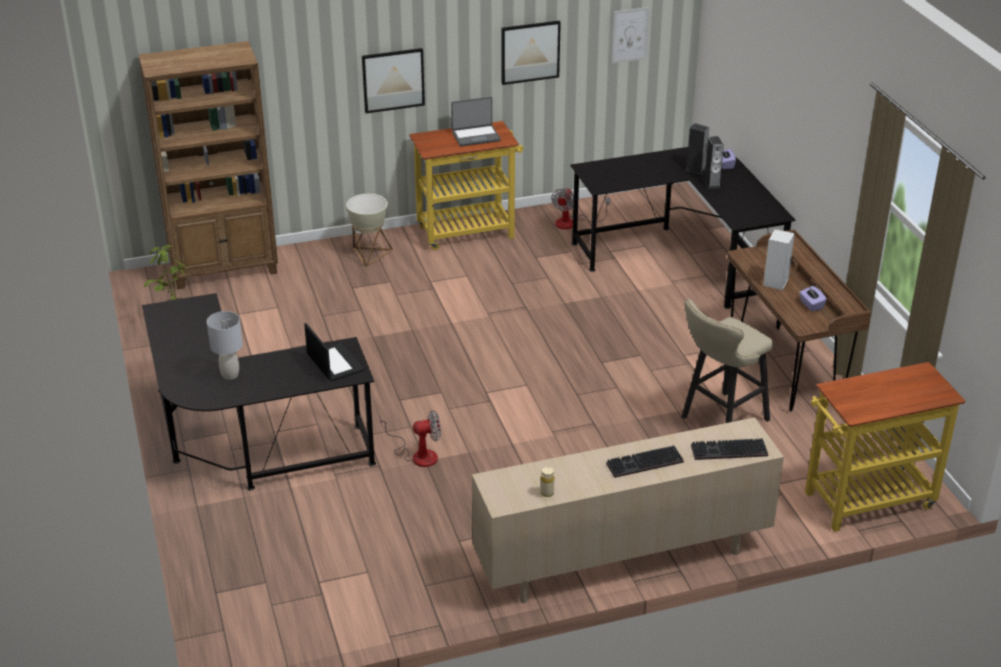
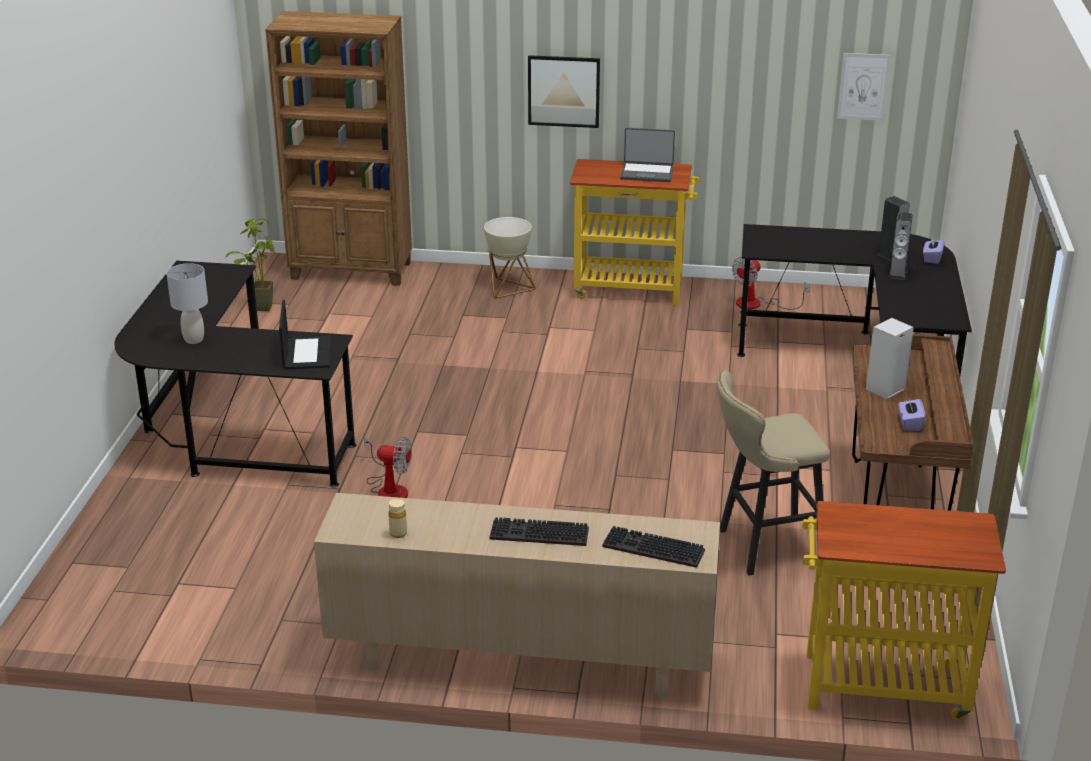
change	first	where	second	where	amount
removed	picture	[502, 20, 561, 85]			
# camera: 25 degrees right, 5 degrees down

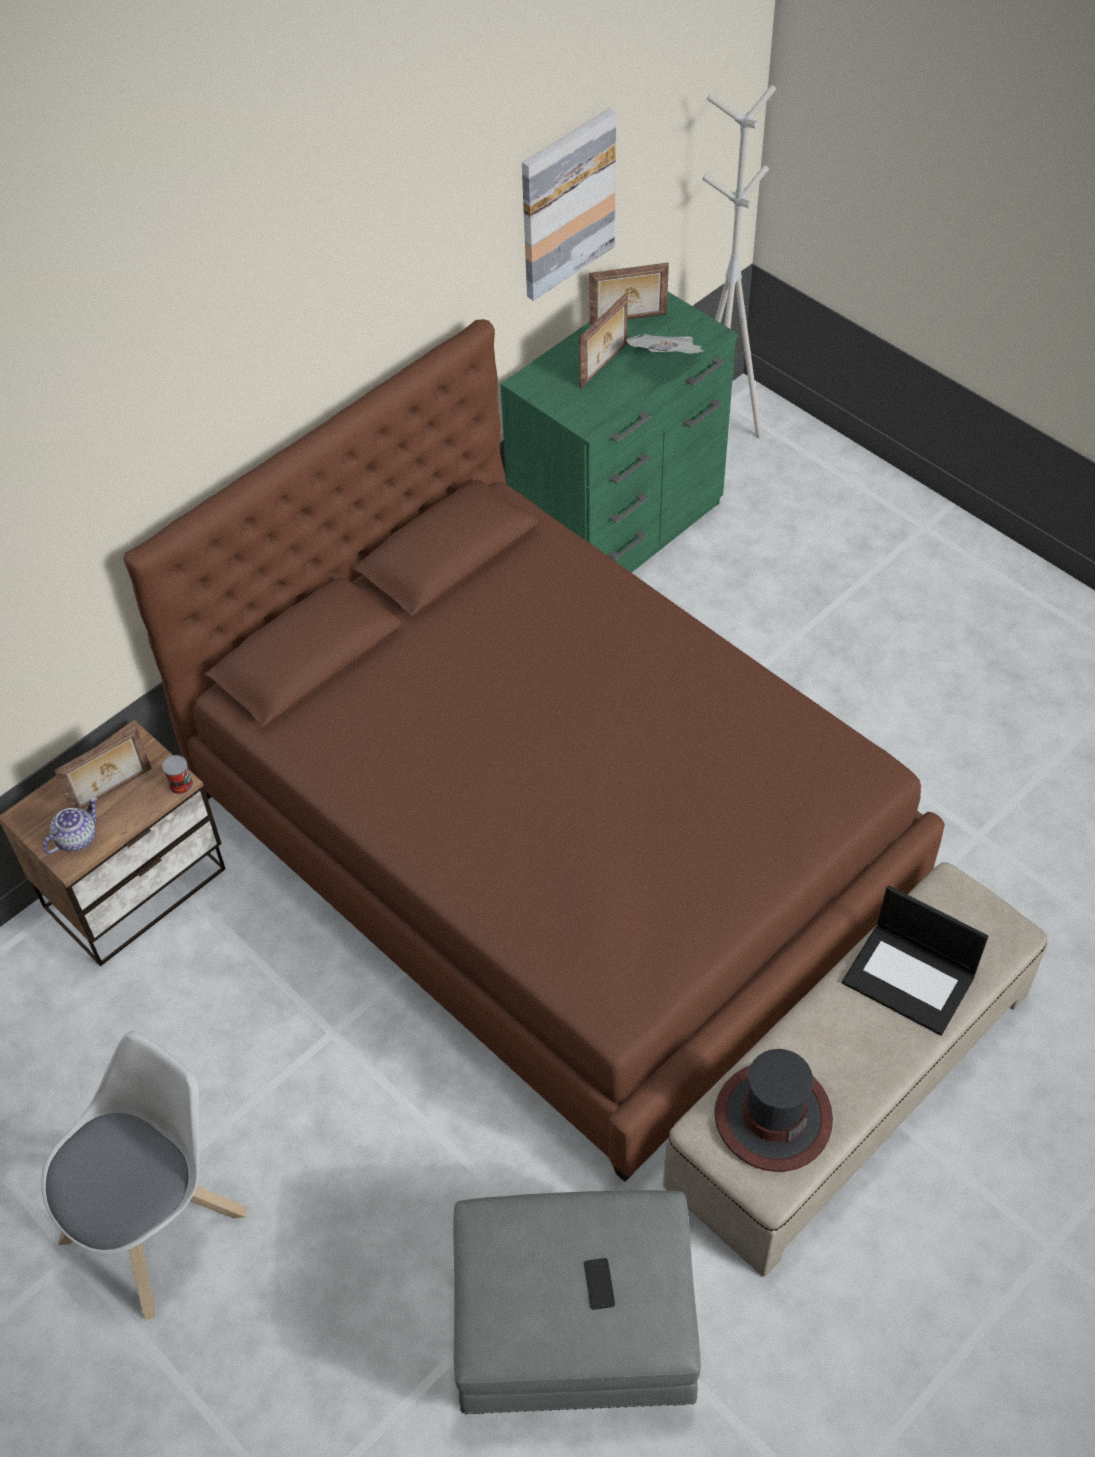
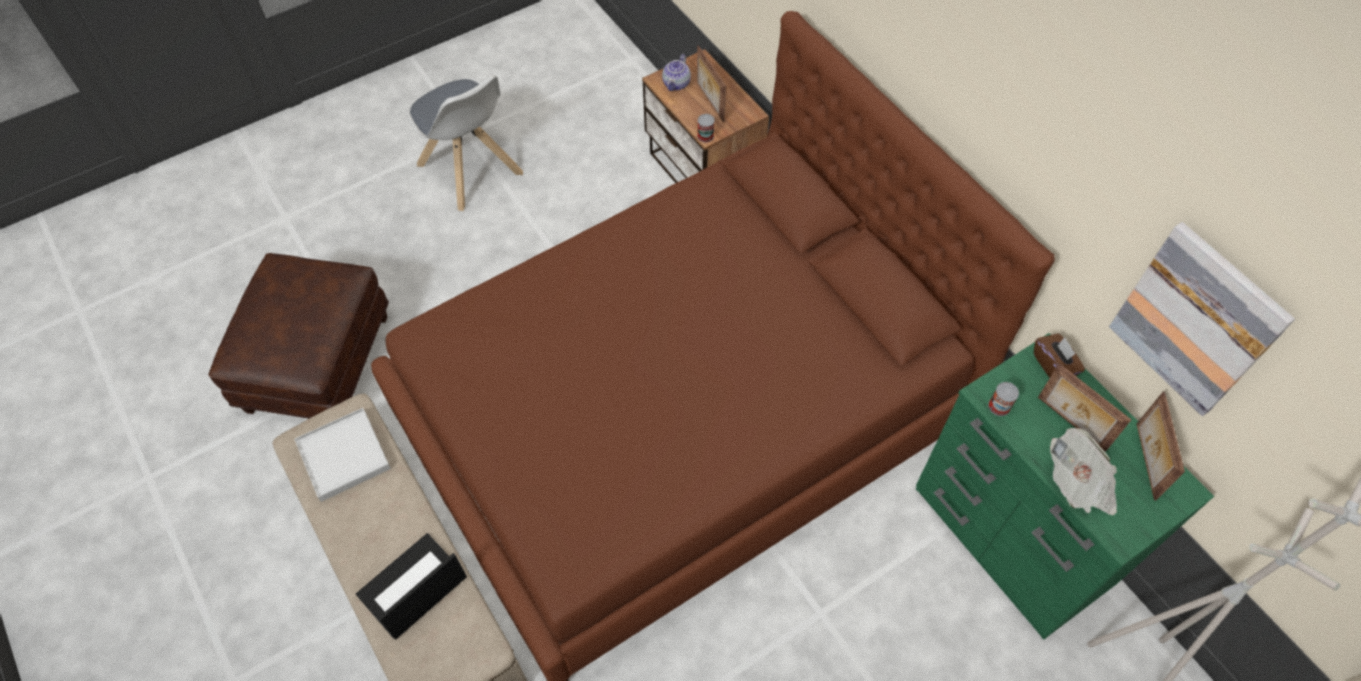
change	first	where	second	where	amount
recoloured	grey_footrest	[453, 1190, 701, 1415]	brown_footrest	[208, 253, 389, 419]	
replaced	wearable_hat	[714, 1049, 833, 1172]	white_carrying_tray	[294, 408, 391, 502]	
turned	tea_pot	[43, 797, 98, 854]		[662, 54, 691, 91]	60 degrees clockwise
added			metal_can	[988, 382, 1019, 416]	
added			brown_box_of_tissues	[1034, 333, 1085, 378]	
removed	phone	[584, 1258, 615, 1310]			
# camera: 100 degrees right, 5 degrees up

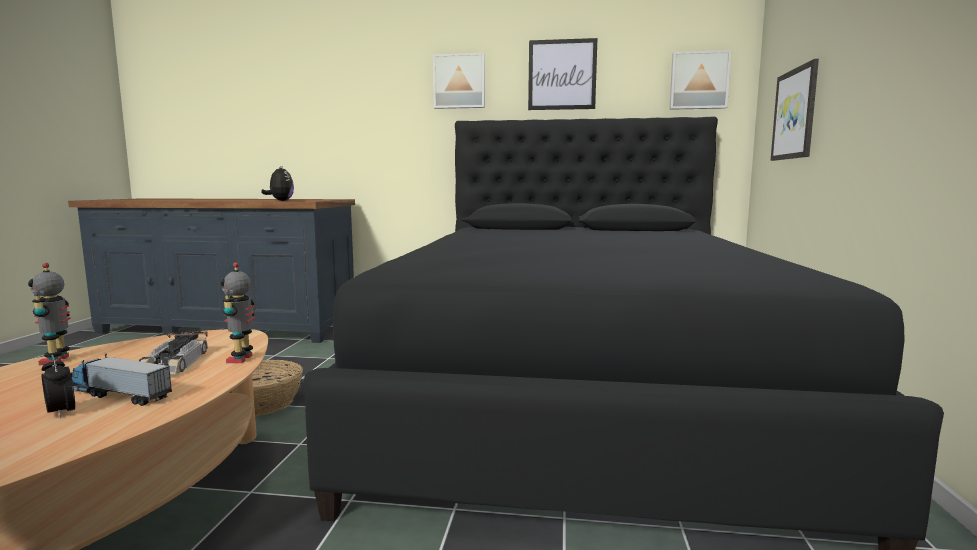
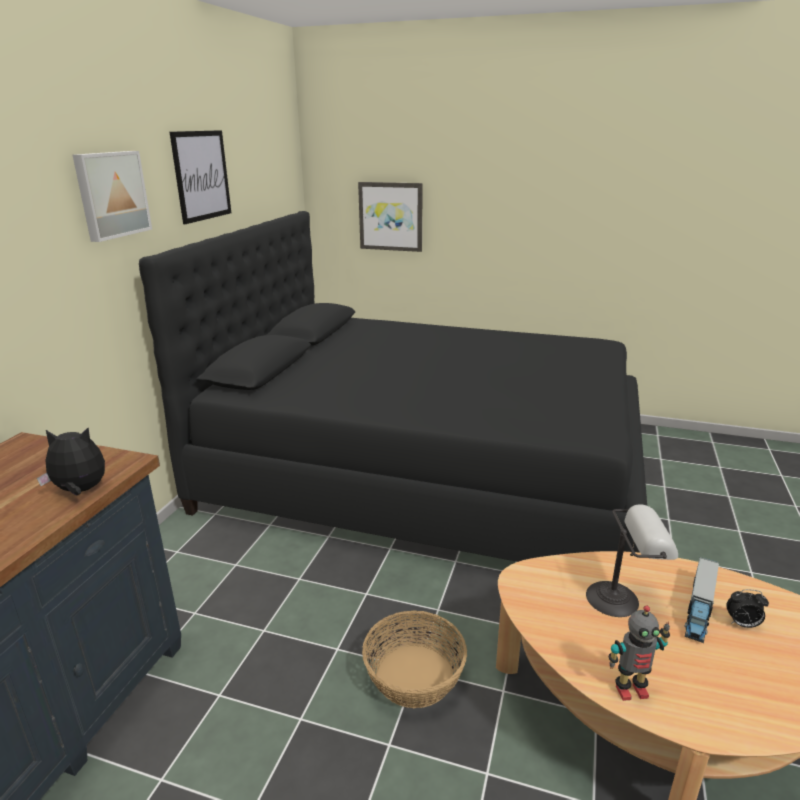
change	first	where	second	where	amount
replaced	model_car	[139, 331, 208, 375]	table_lamp	[586, 504, 678, 617]	
turned	alarm_clock	[41, 355, 75, 419]		[726, 589, 769, 628]	45 degrees clockwise
removed	model_robot	[220, 262, 255, 363]			
removed	picture	[669, 50, 731, 110]			
# camera: 80 degrees left, 15 degrees up

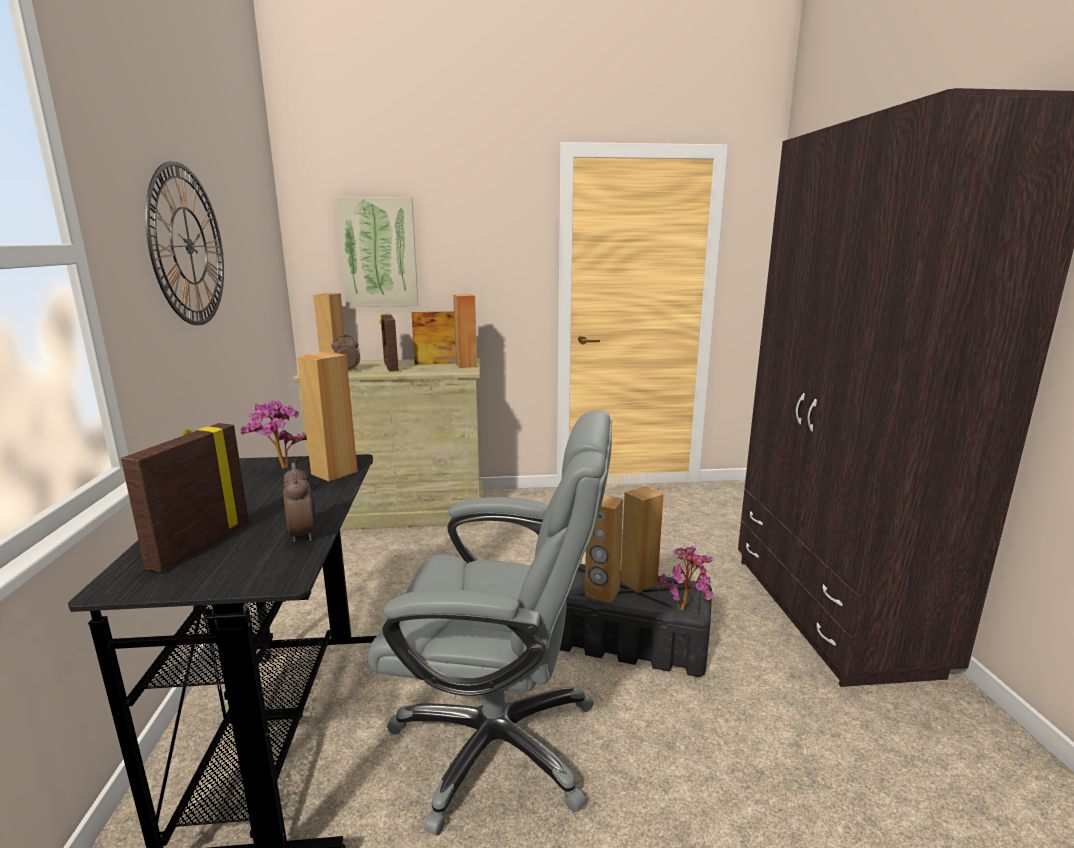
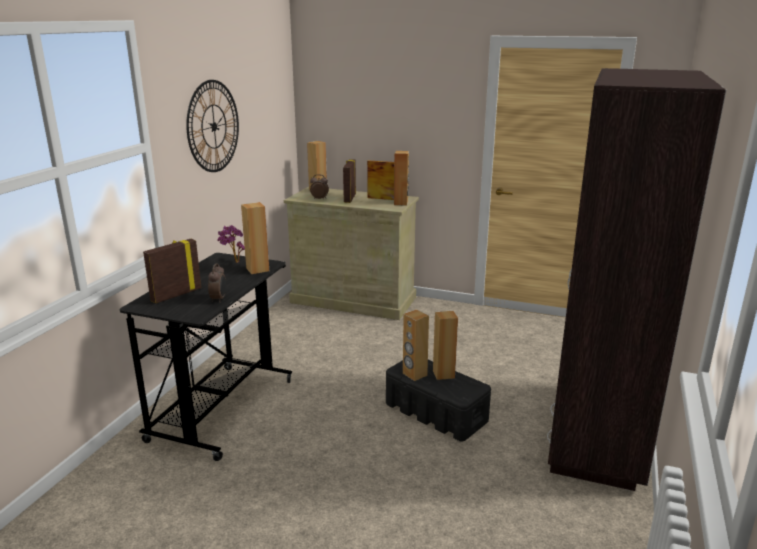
change	first	where	second	where	amount
removed	picture	[336, 197, 418, 307]			
removed	grey_desk_chair	[368, 410, 612, 835]			
removed	potted_plant	[658, 546, 714, 610]			
# camera: 25 degrees right, 5 degrees up

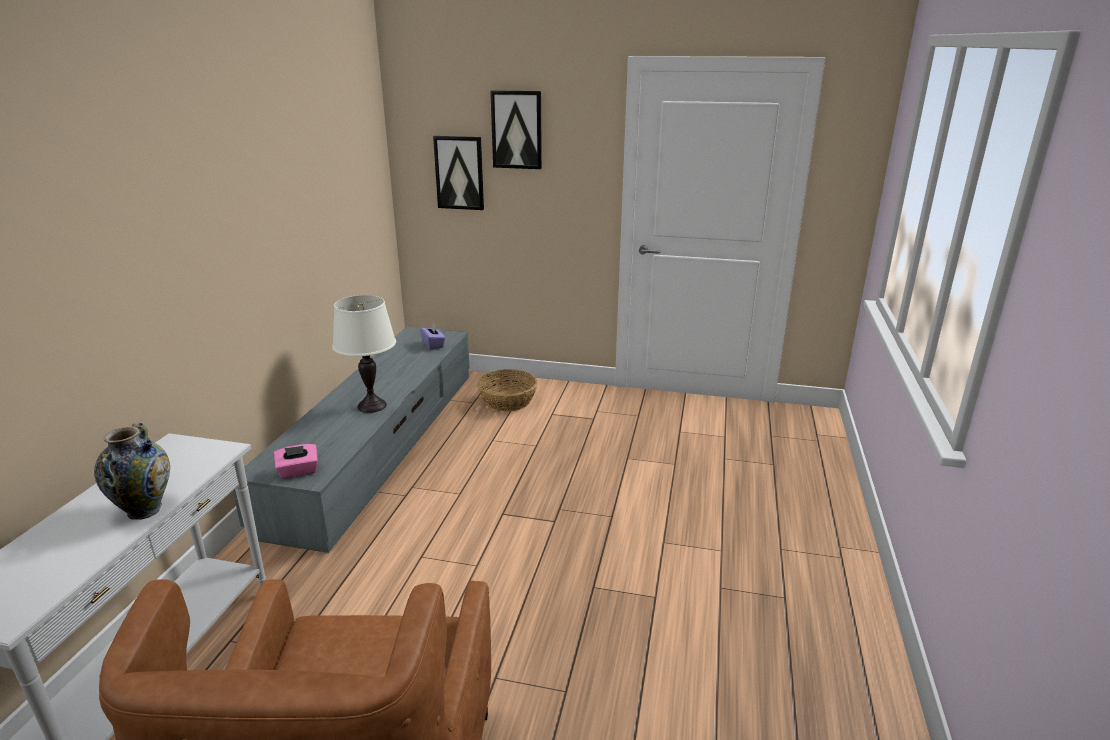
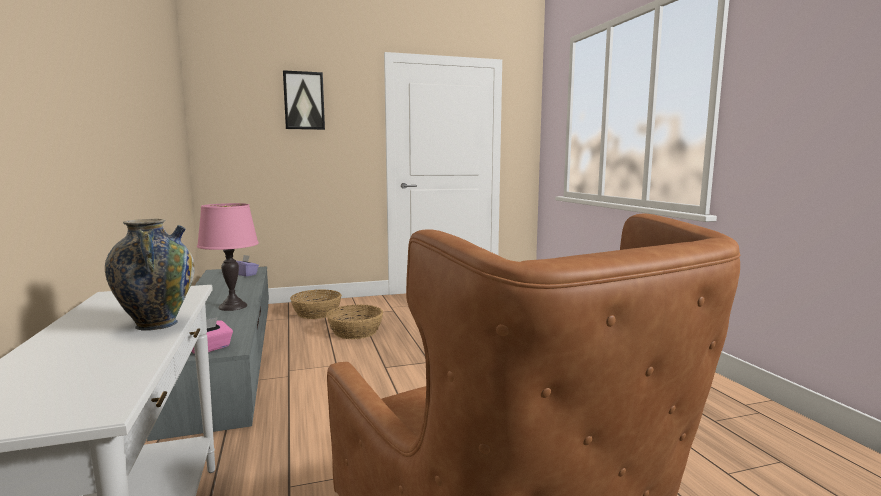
change	first	where	second	where	amount
recoloured	white_table_lamp	[332, 295, 396, 413]	pink_table_lamp	[197, 203, 259, 311]	
added			storage_basket	[326, 304, 383, 339]	
removed	picture	[433, 136, 484, 210]			
# camera: 30 degrees left, 15 degrees down

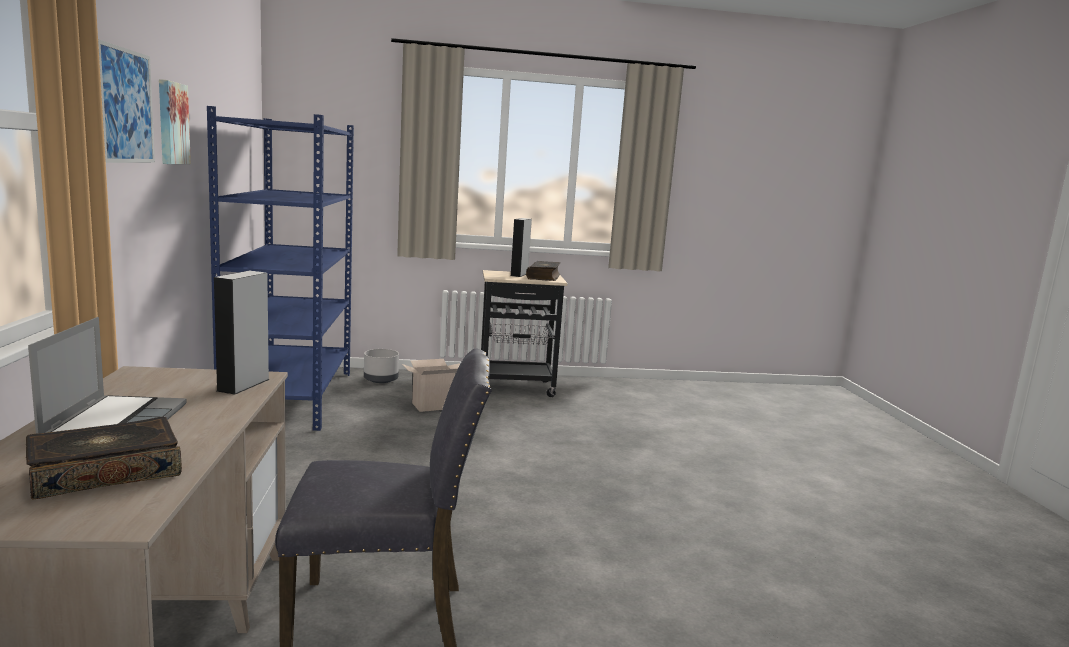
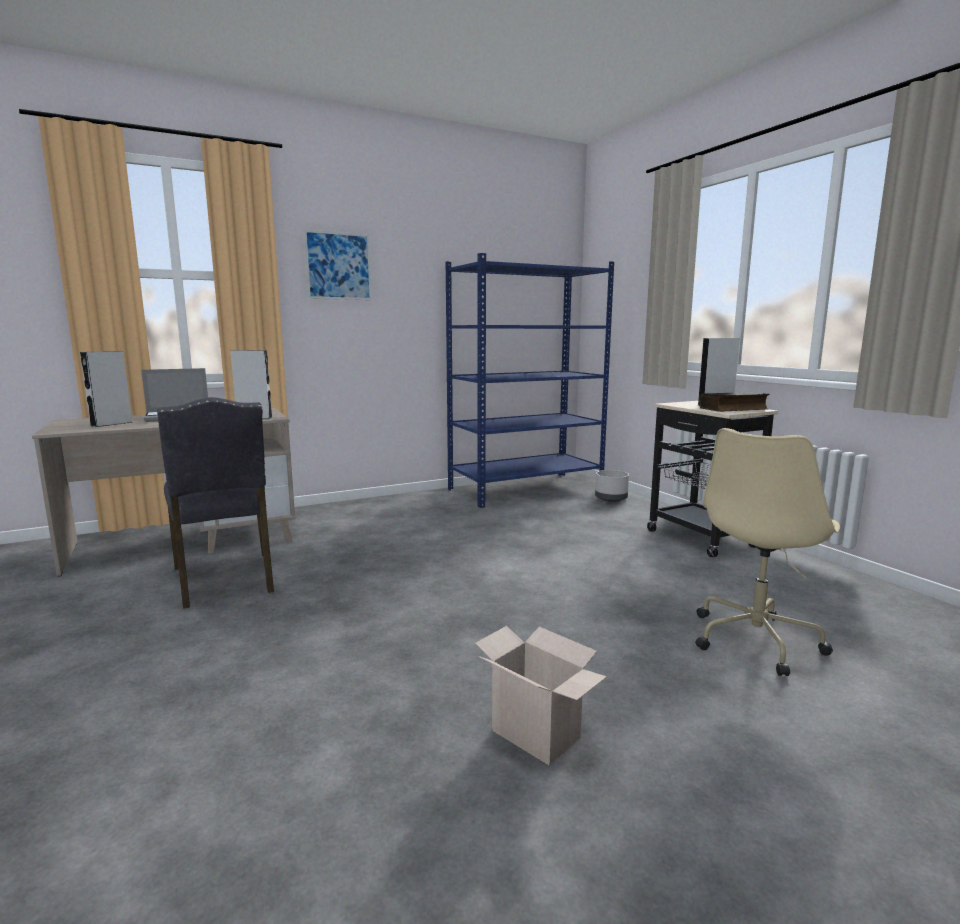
change	first	where	second	where	amount
replaced	bound_book	[26, 417, 182, 500]	grey_loudspeaker	[80, 351, 133, 427]	
moved	cardboard_box	[402, 359, 460, 412]		[475, 626, 607, 765]	
added			sand-coloured_desk_chair	[695, 428, 840, 676]	
removed	picture	[159, 79, 191, 164]			
# camera: 70 degrees right, 0 degrees up

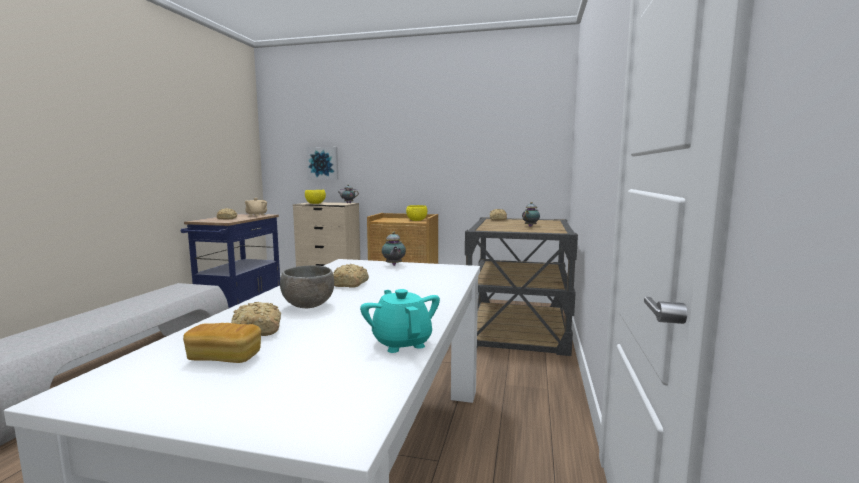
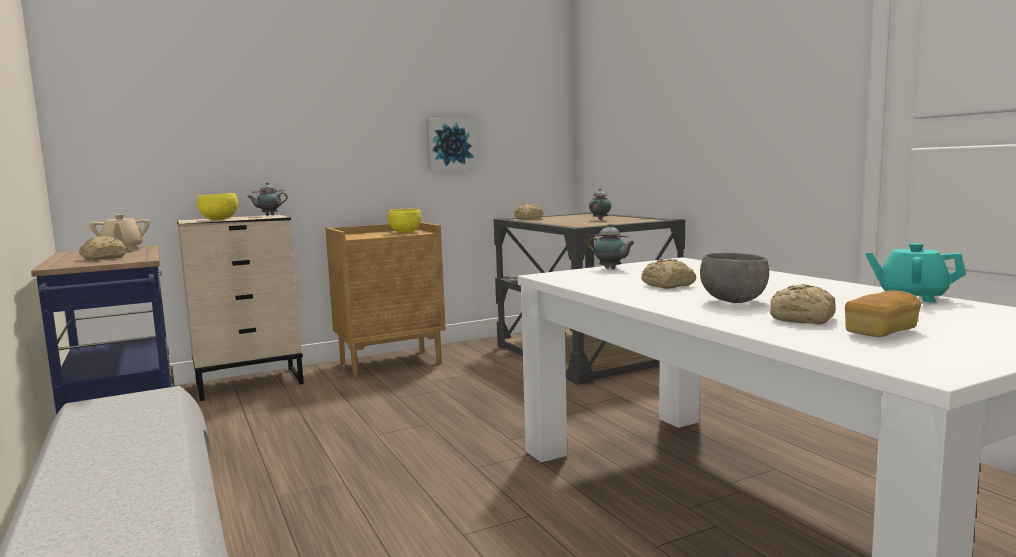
change	first	where	second	where	amount
moved	picture	[306, 147, 338, 180]		[426, 118, 477, 171]	
# camera: 40 degrees left, 0 degrees up

